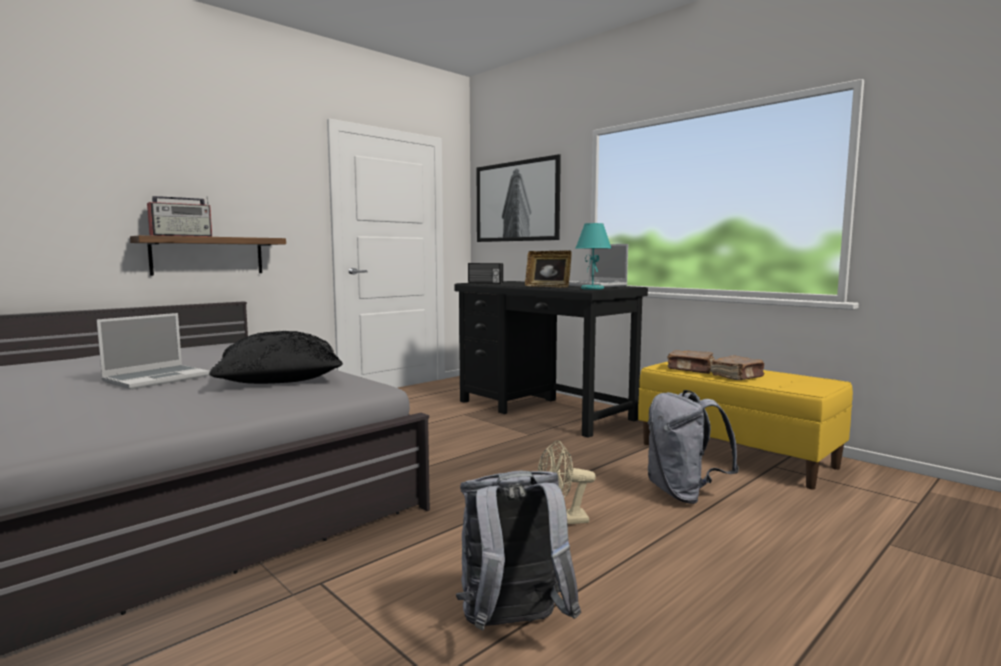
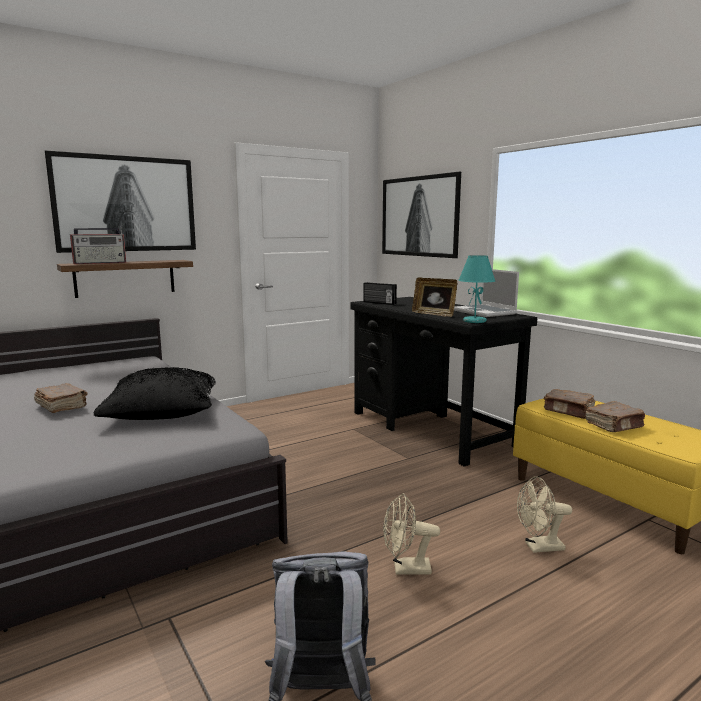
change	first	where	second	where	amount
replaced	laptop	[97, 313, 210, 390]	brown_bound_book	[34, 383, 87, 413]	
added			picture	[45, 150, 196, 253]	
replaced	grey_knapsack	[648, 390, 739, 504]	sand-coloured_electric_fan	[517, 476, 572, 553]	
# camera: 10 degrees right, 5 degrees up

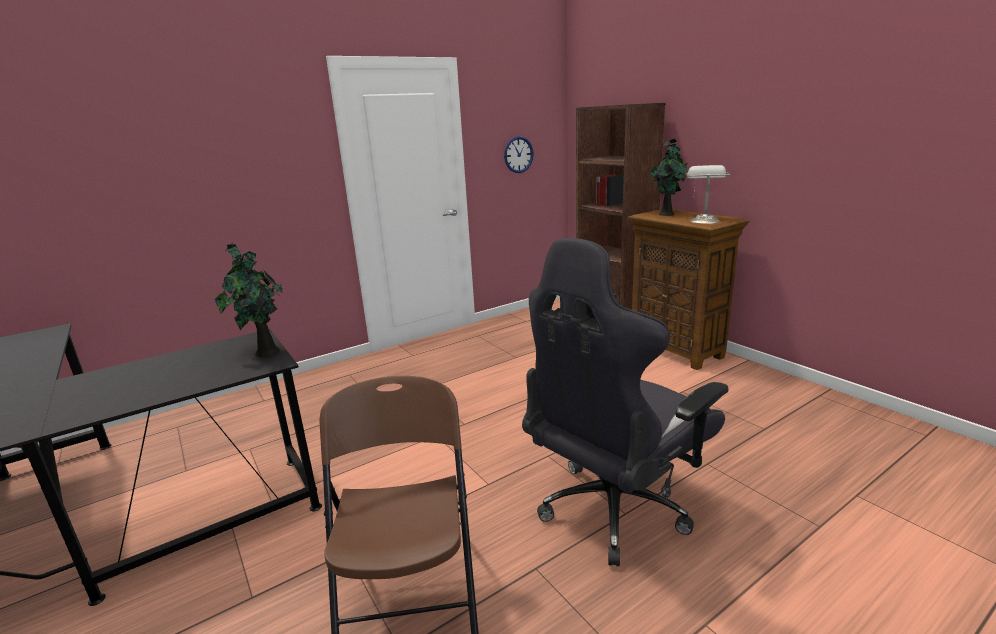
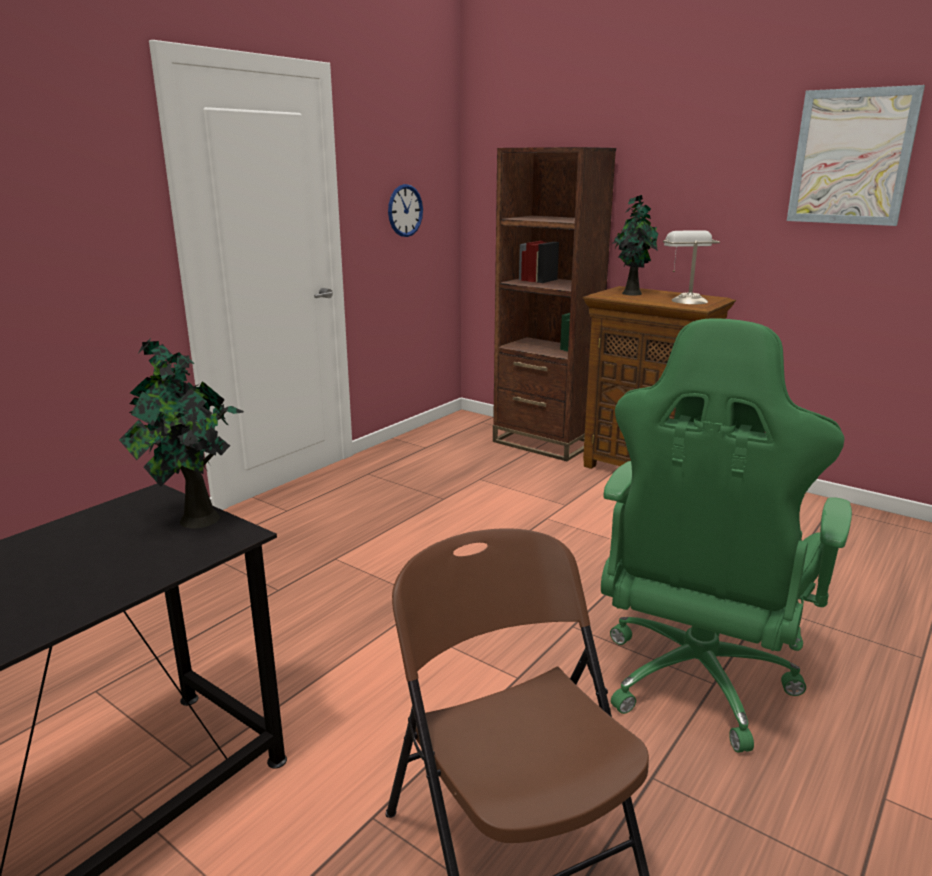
change	first	where	second	where	amount
recoloured	black-coloured_desk_chair	[522, 238, 729, 566]	green_desk_chair	[601, 318, 852, 753]	
added			picture	[787, 85, 925, 226]	
# camera: 20 degrees left, 0 degrees up

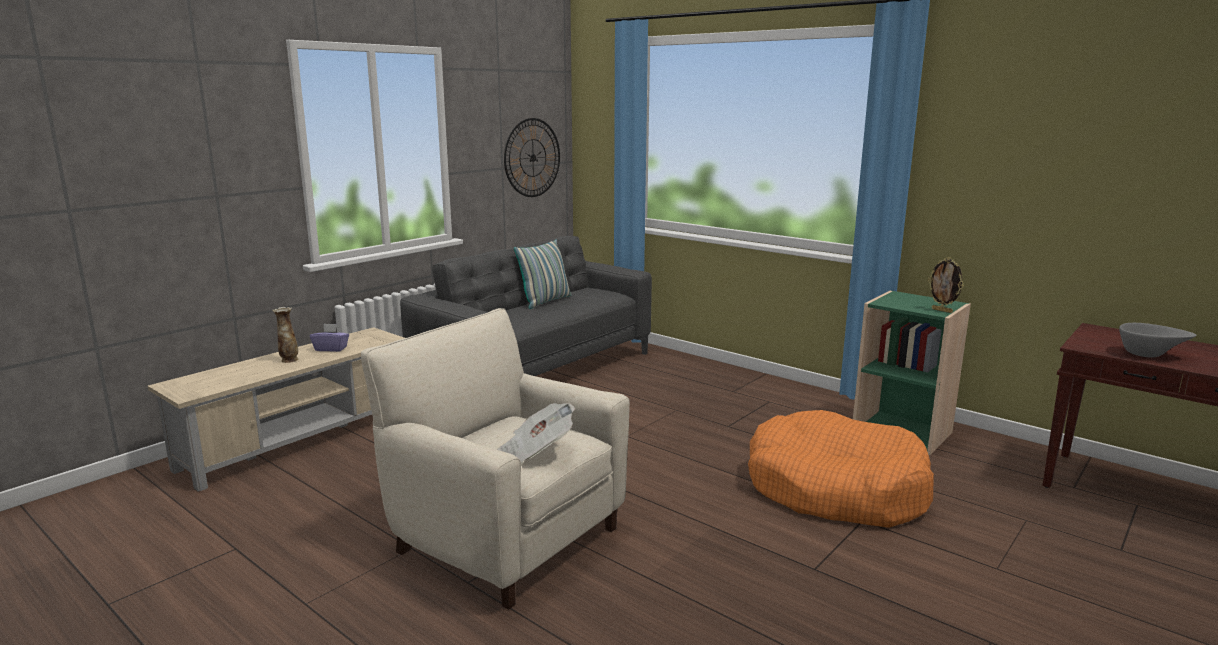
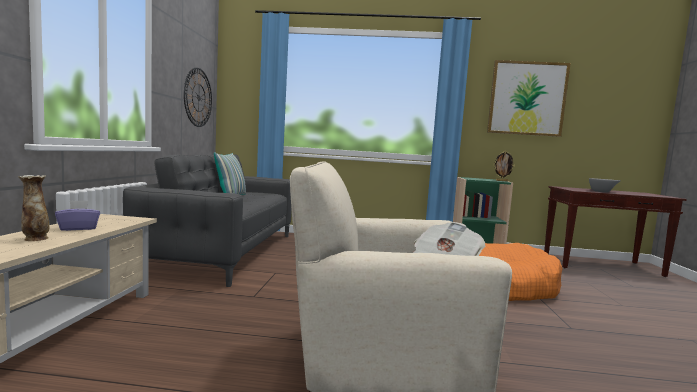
change	first	where	second	where	amount
added			picture	[487, 60, 571, 137]	
# camera: 35 degrees left, 10 degrees down

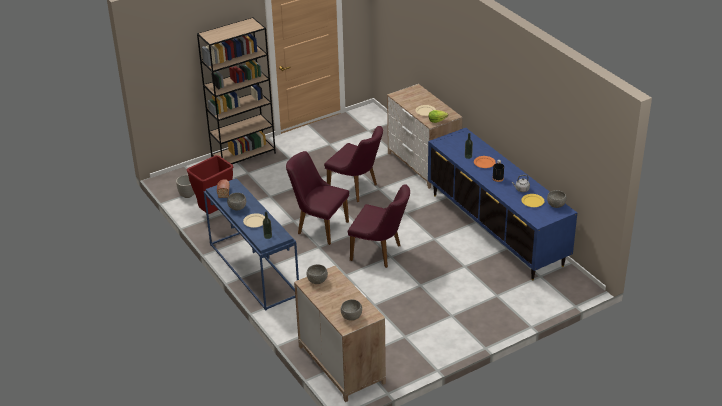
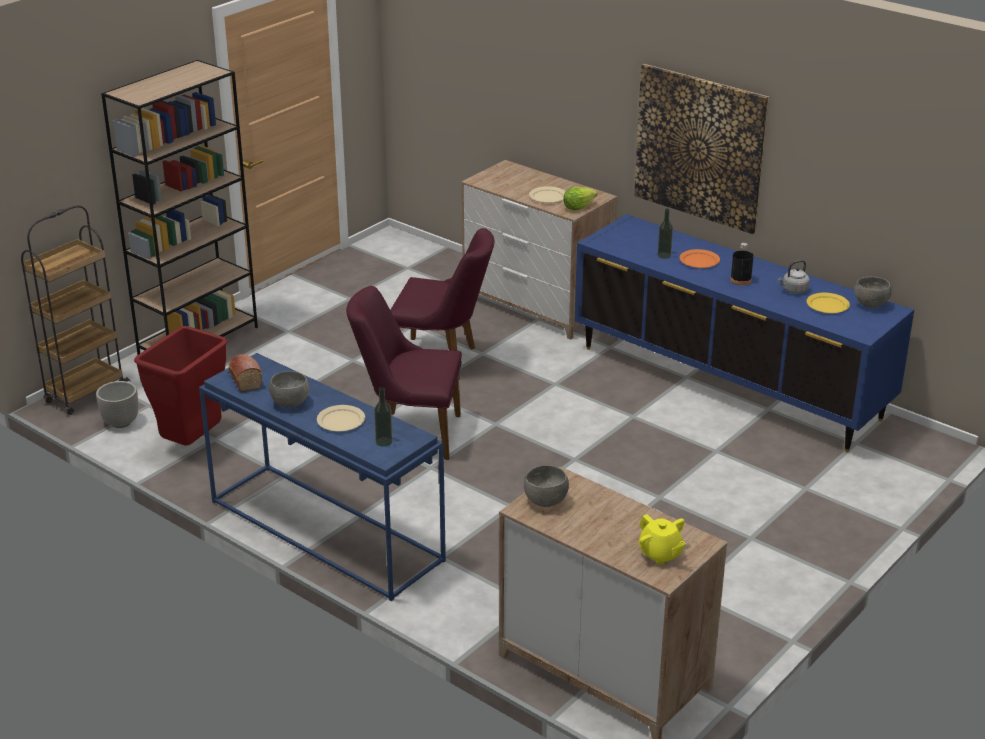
change	first	where	second	where	amount
added			brown_cart	[21, 205, 130, 415]	
added			picture	[634, 64, 769, 234]	
replaced	grey_bowl	[341, 299, 362, 321]	yellow-coloured_tea_pot	[639, 514, 686, 565]	
removed	purple_plain_chair	[348, 185, 410, 268]			
# camera: 20 degrees left, 5 degrees down

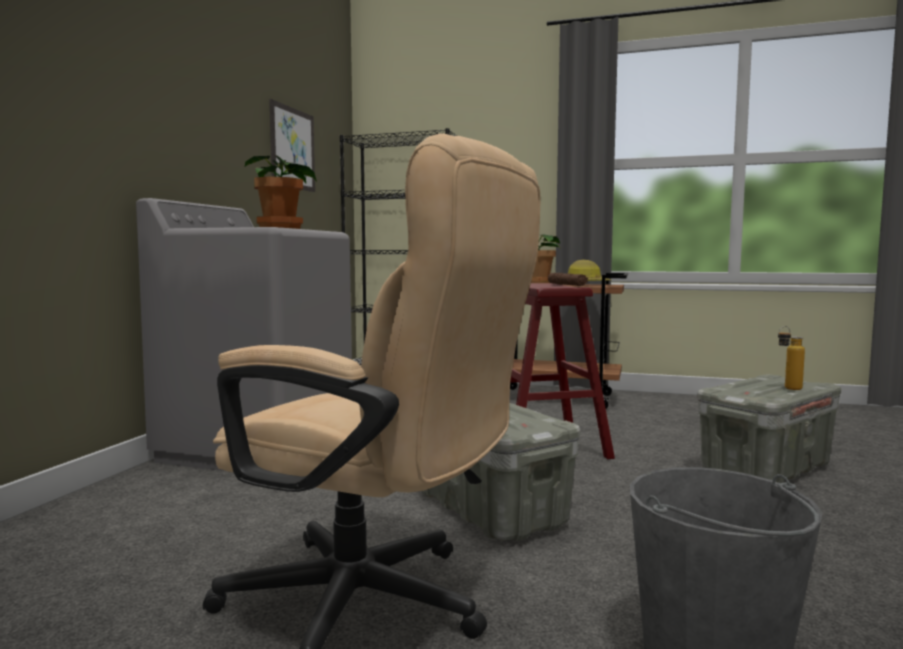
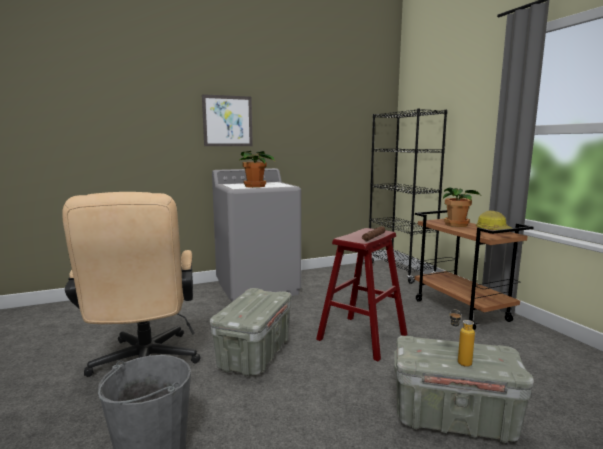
change	first	where	second	where	amount
moved	picture	[269, 99, 315, 192]		[202, 94, 253, 146]	
# camera: 50 degrees right, 5 degrees up

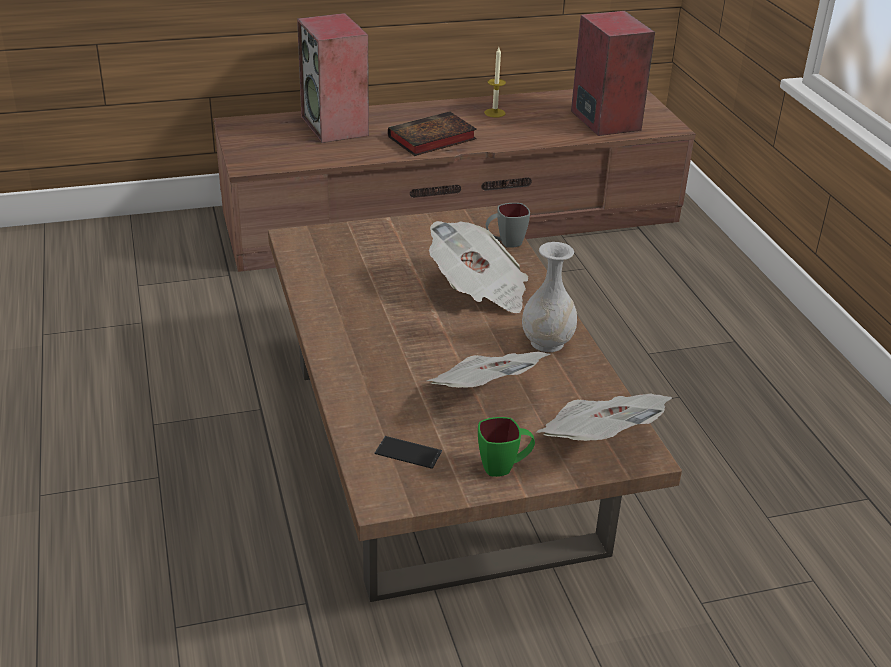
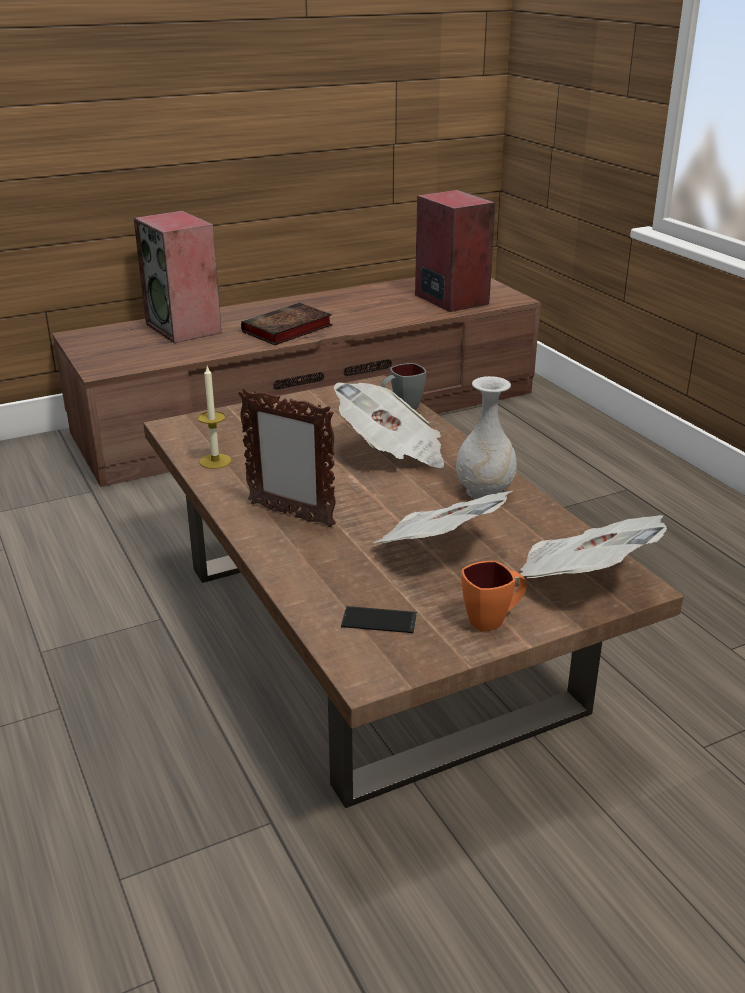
change	first	where	second	where	amount
moved	candle	[484, 47, 506, 117]		[198, 366, 232, 469]	
added			picture_frame	[238, 388, 336, 528]	
recoloured	green_tea_mug	[478, 417, 535, 477]	orangey_tea_mug	[461, 561, 527, 632]	
# camera: 10 degrees left, 5 degrees down

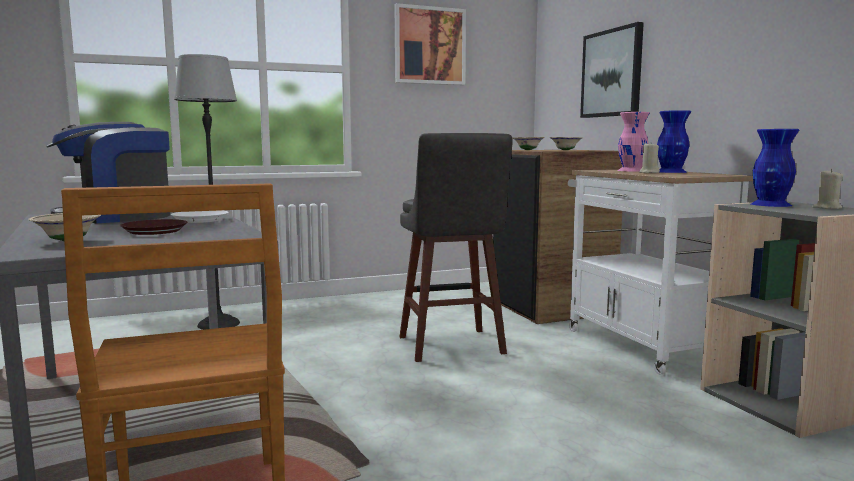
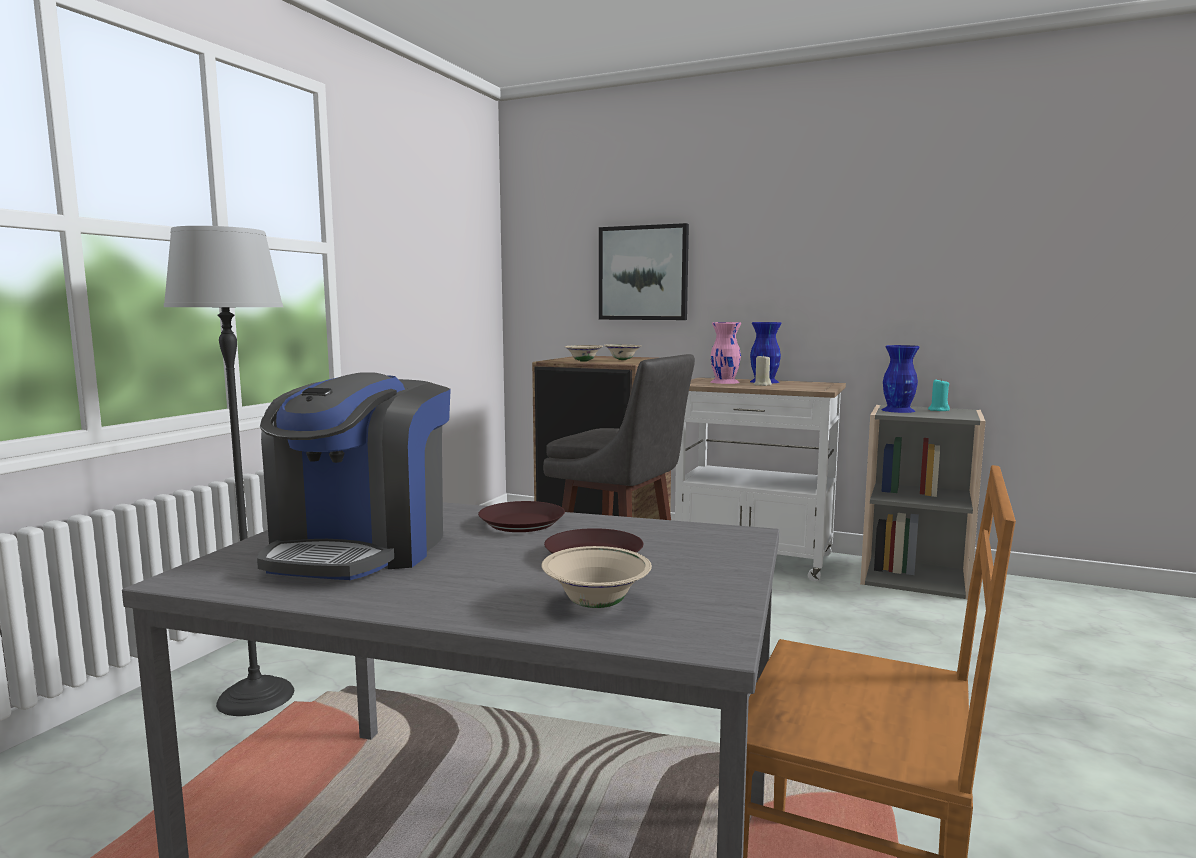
change	first	where	second	where	amount
recoloured	white_dinner_plate	[171, 210, 229, 223]	brown_dinner_plate	[478, 501, 565, 532]	
recoloured	sand-coloured_candle	[812, 169, 843, 209]	blue-green_candle	[928, 378, 950, 411]	
removed	picture	[395, 3, 466, 85]			
# camera: 45 degrees left, 0 degrees up

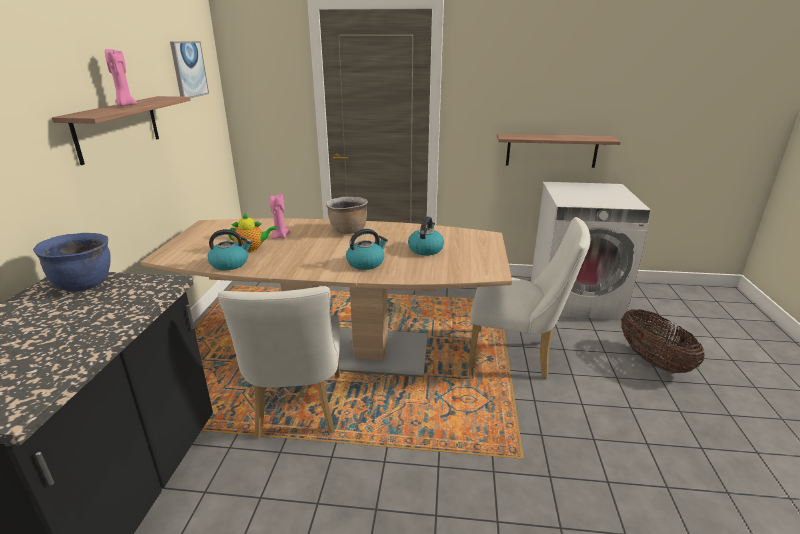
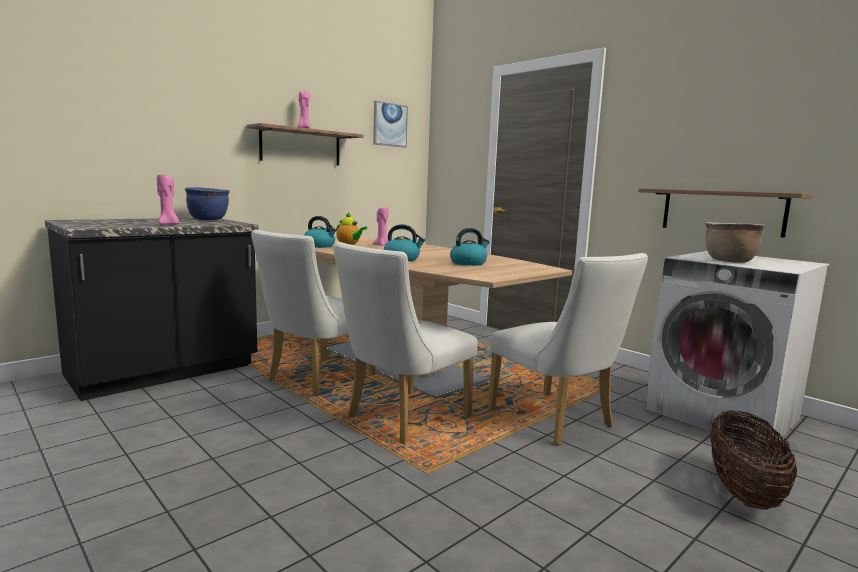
change	first	where	second	where	amount
added			pink_candle	[157, 175, 179, 224]	
added			white_plain_chair	[333, 242, 478, 444]	
moved	brown_stockpot	[326, 197, 368, 234]		[705, 222, 765, 263]	
# camera: 40 degrees right, 15 degrees down

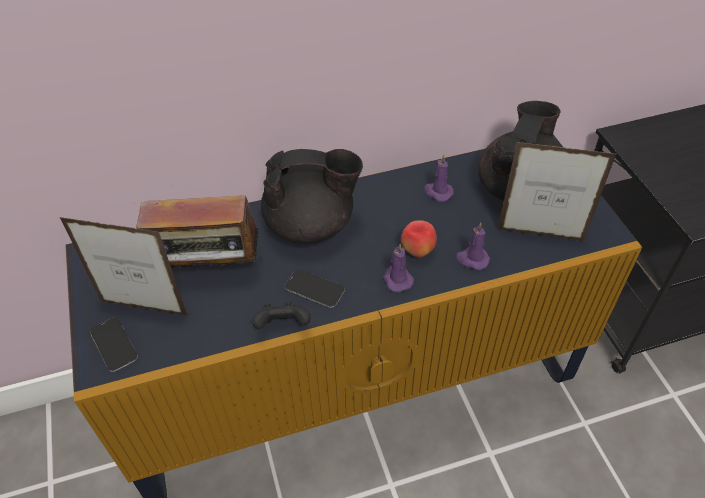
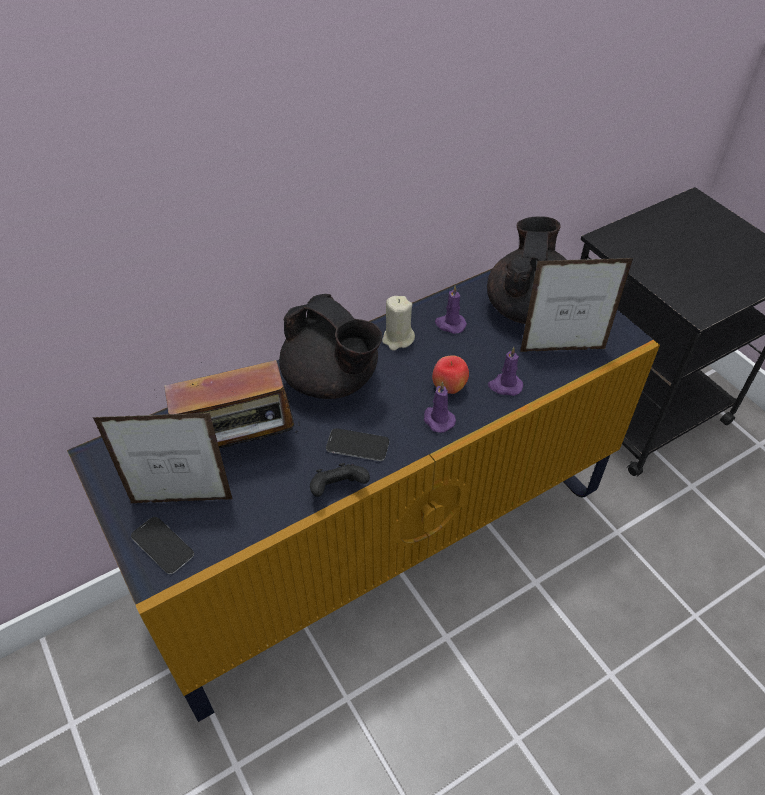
change	first	where	second	where	amount
turned	black-coloured_tea_pot	[261, 149, 363, 244]		[279, 294, 382, 399]	60 degrees clockwise
added			sand-coloured_candle	[382, 296, 415, 351]	
# camera: 15 degrees left, 0 degrees up

